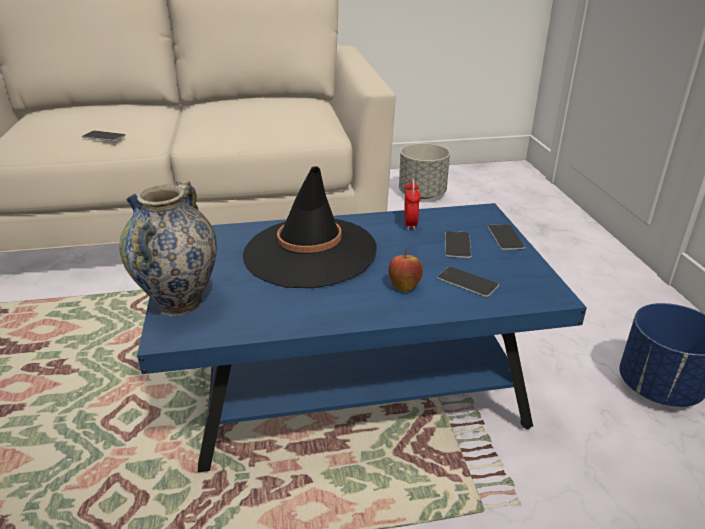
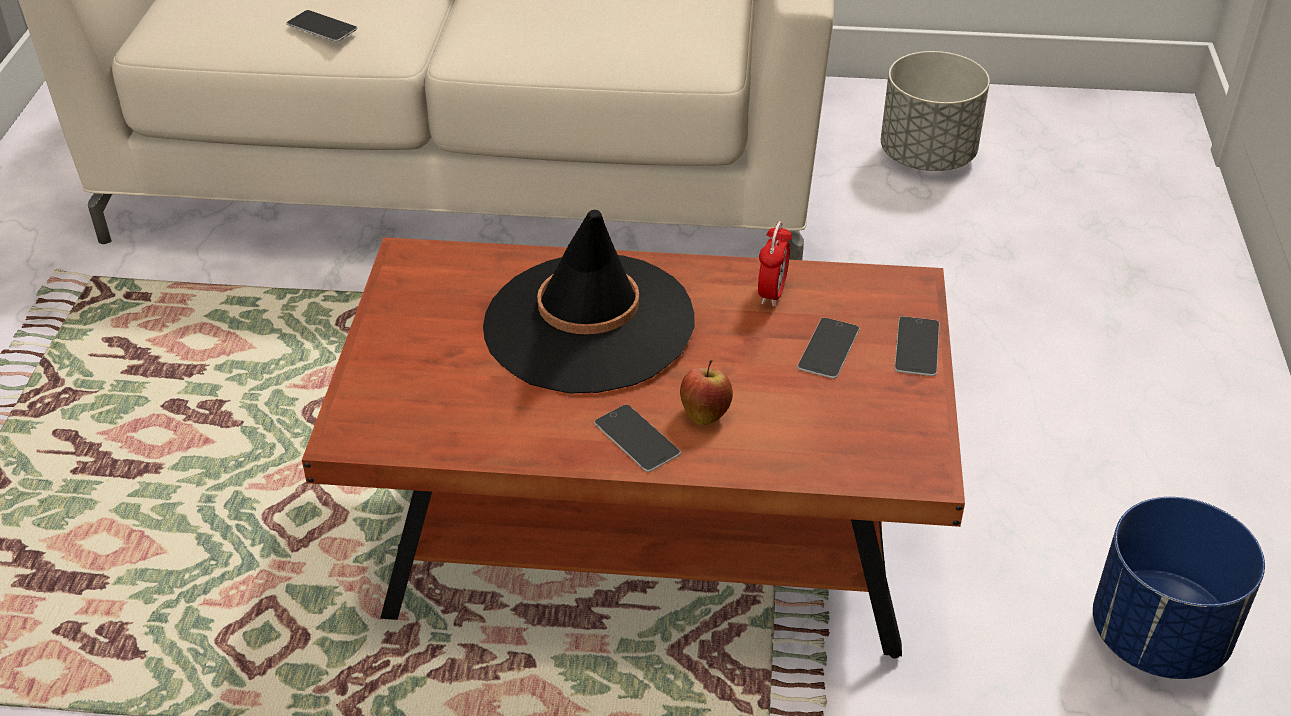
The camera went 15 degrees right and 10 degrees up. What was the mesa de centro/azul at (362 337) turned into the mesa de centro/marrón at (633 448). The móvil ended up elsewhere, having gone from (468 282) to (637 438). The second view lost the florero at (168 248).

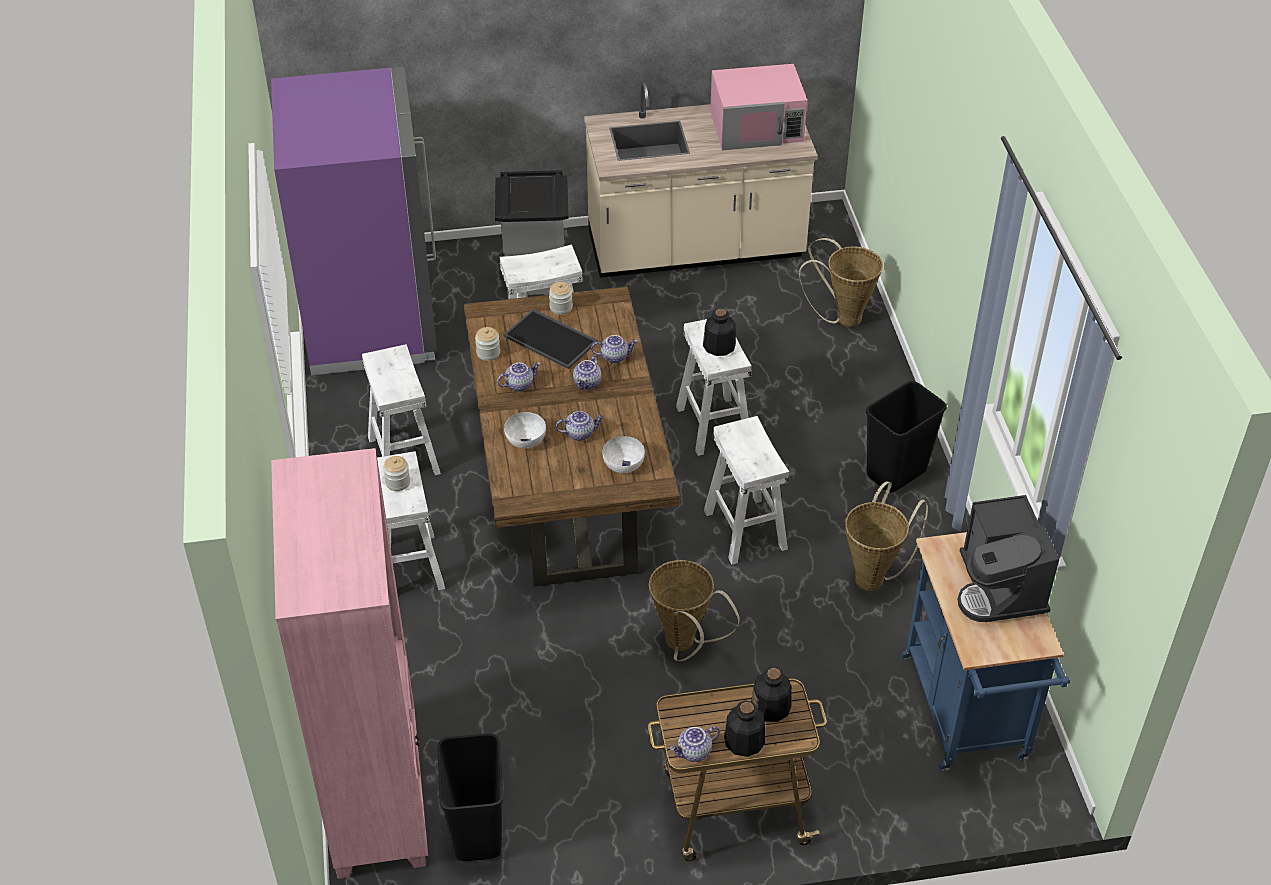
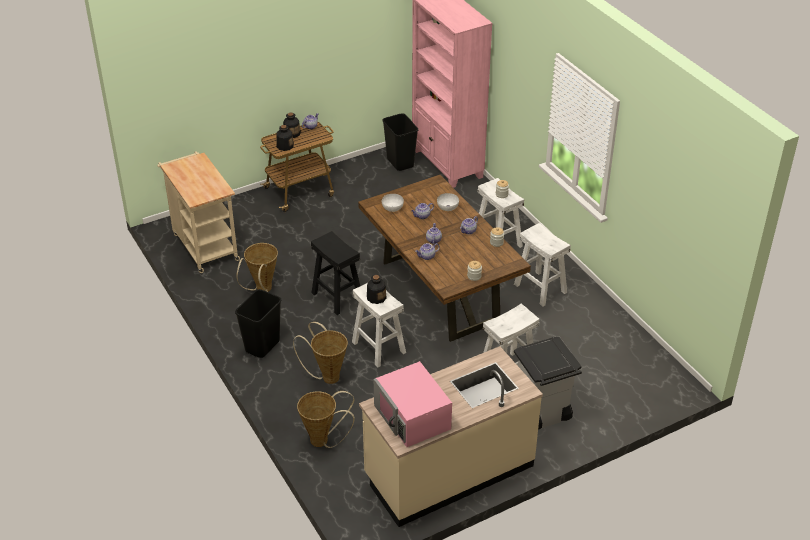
The camera went 160 degrees right and 5 degrees down. What was the carrito/azul at (985 651) turned into the carrito/beis at (198 212). The cesta ended up elsewhere, having gone from (694 610) to (320 353). What was the taburete/blanco at (746 490) turned into the taburete/negro at (335 273). The microondas/rosa at (758 107) ended up facing another way, 90 degrees counterclockwise from before. The second view lost the nevera/morado at (354 221). The second view lost the bandeja at (550 339). The second view lost the cafetera at (1008 558).

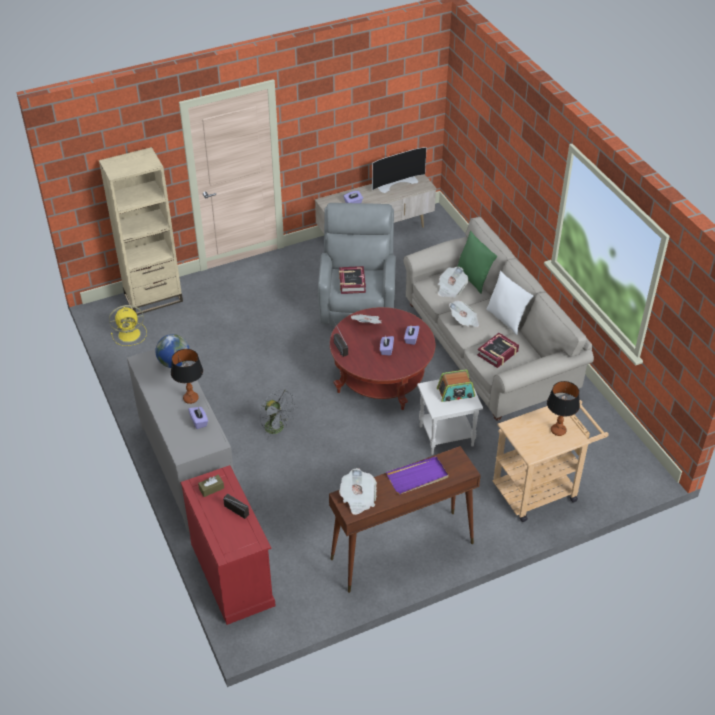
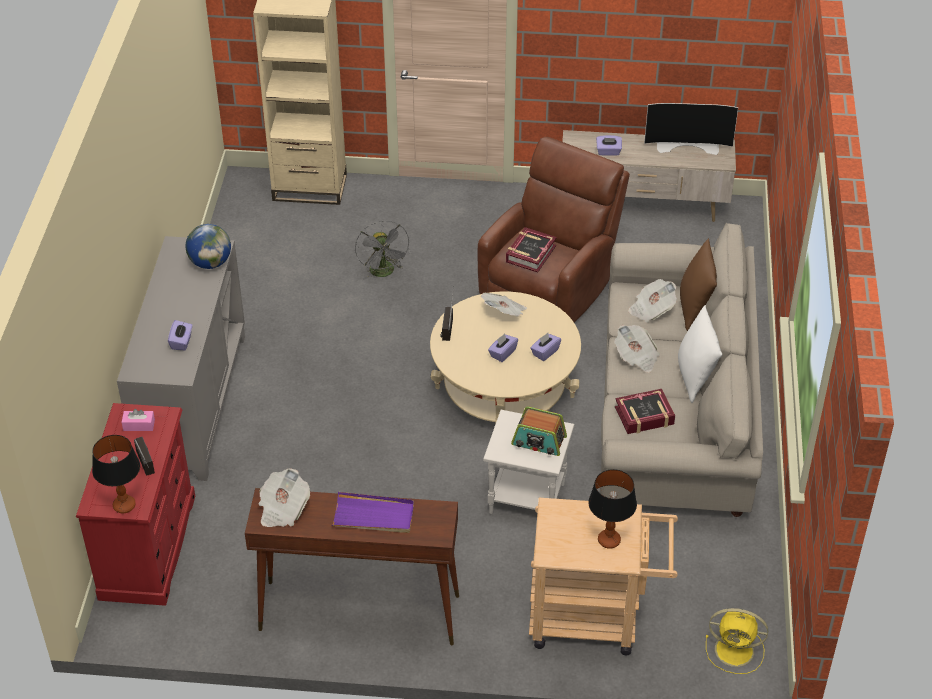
The camera went 30 degrees right and 0 degrees up. The lámpara de mesa ended up elsewhere, having gone from (187 376) to (116 474). What was the caja de pañuelos/marrón at (211 486) turned into the caja de pañuelos/rosa at (138 420). The ventilador/gris ended up elsewhere, having gone from (279 414) to (382 250). What was the mesa de centro/rojo at (382 358) turned into the mesa de centro/beis at (505 357). What was the sillón/gris at (357 264) turned into the sillón/marrón at (554 230). What was the cojín/verde at (477 262) turned into the cojín/marrón at (698 284). The ventilador/amarillo ended up elsewhere, having gone from (128 325) to (737 641).

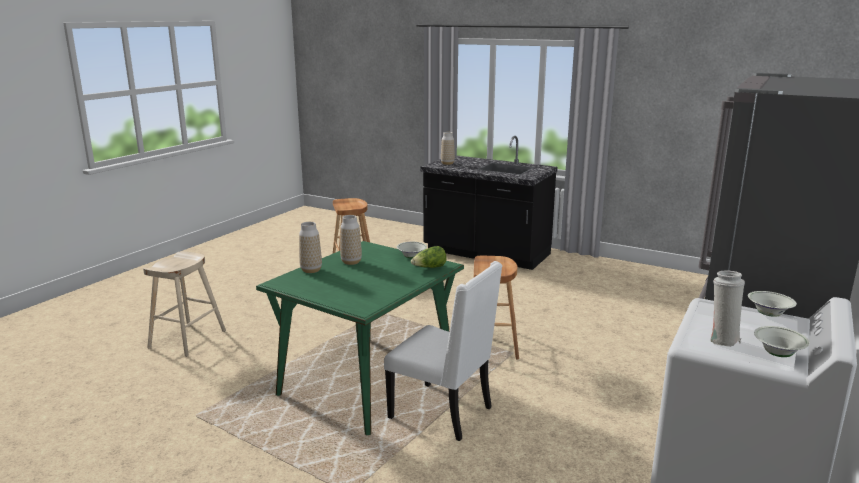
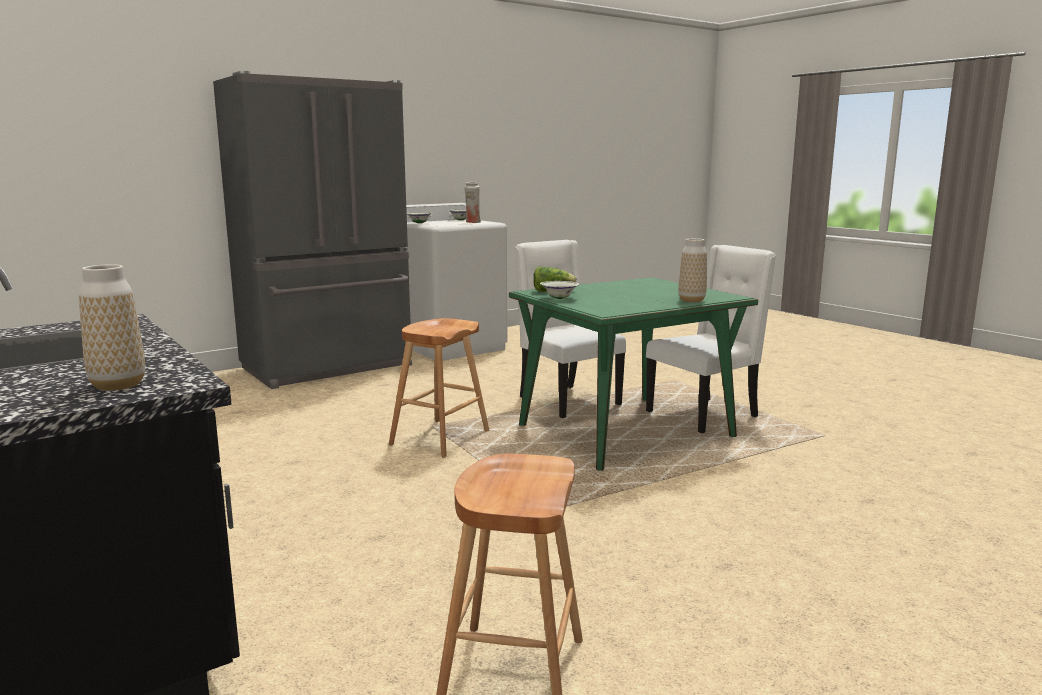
The camera went 155 degrees left and 5 degrees down. The second view gained the silla/blanco at (711 339). The second view lost the taburete/beis at (184 304). The second view lost the florero at (351 240).

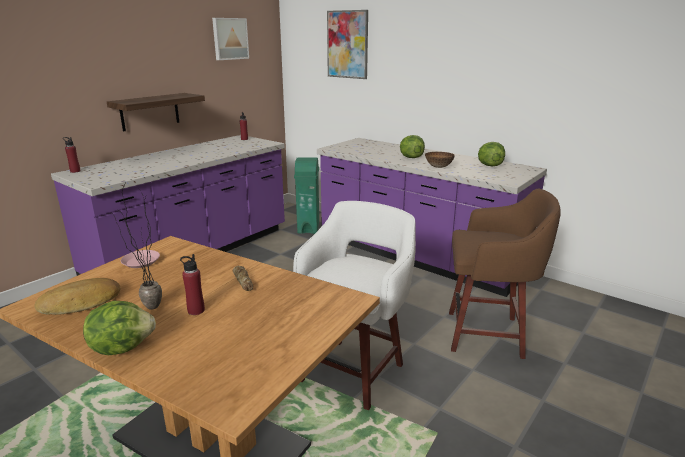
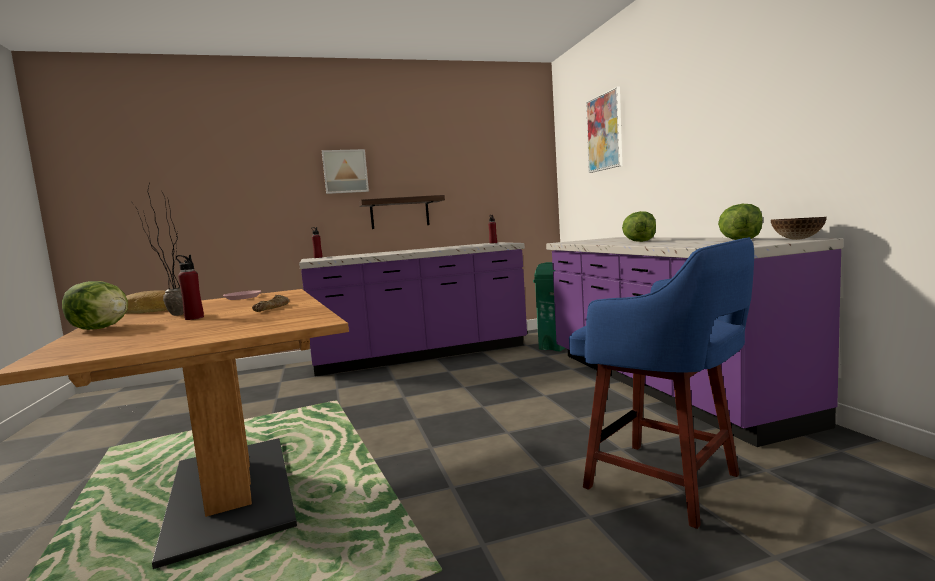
The camera went 35 degrees right and 15 degrees down. The cuadro ended up elsewhere, having gone from (230 39) to (345 171). What was the taburete/marrón at (505 274) turned into the taburete/azul at (661 383). The cuenco ended up elsewhere, having gone from (440 160) to (799 228). The second view lost the taburete/blanco at (354 305).

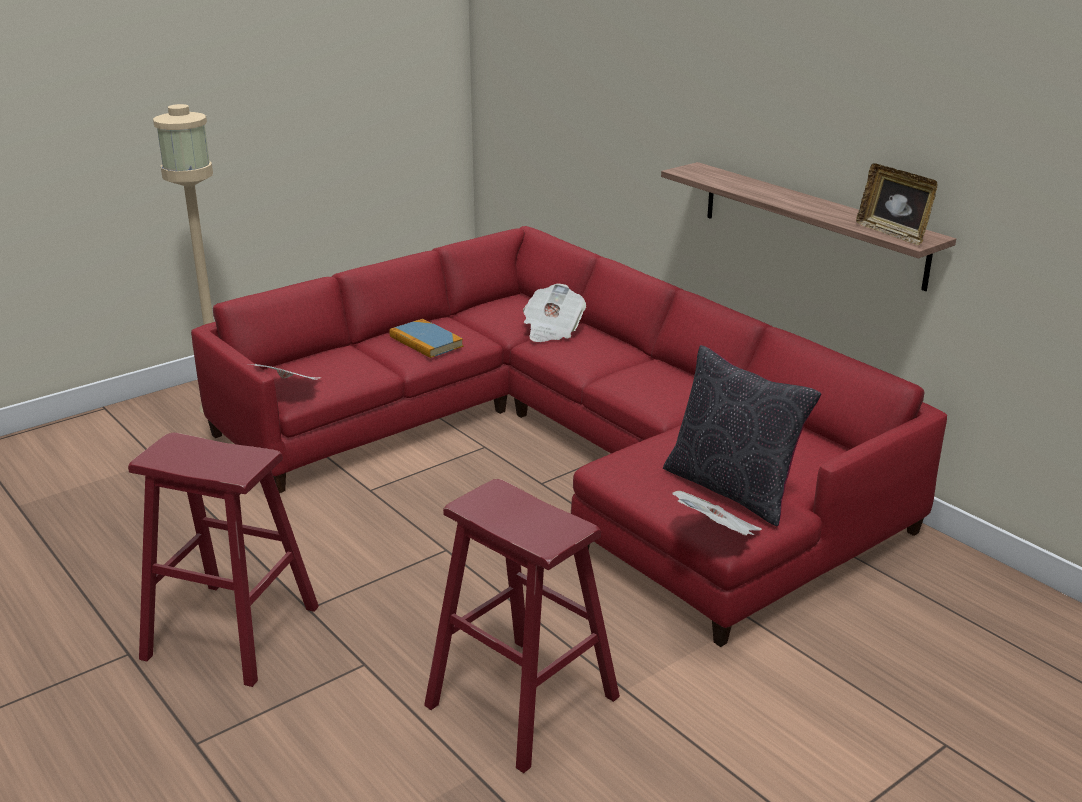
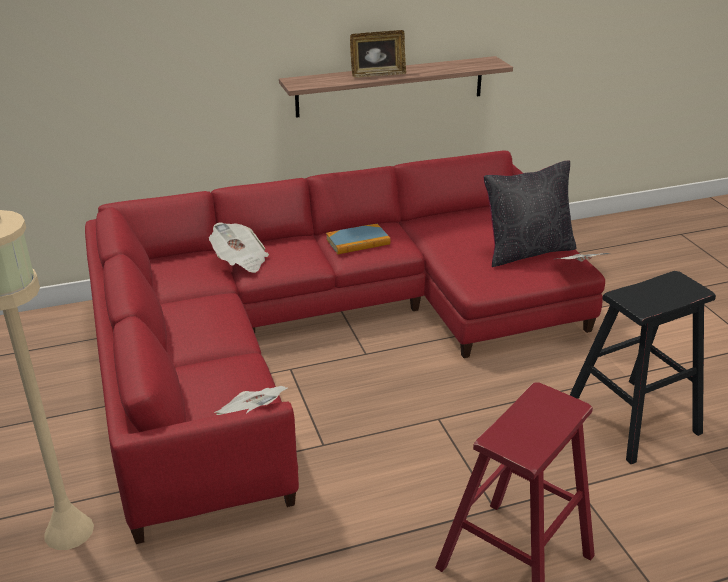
The camera went 70 degrees left and 5 degrees up. The libro ended up elsewhere, having gone from (426 338) to (358 239). The portarretratos ended up elsewhere, having gone from (896 204) to (378 54). What was the taburete/rojo at (522 626) turned into the taburete/negro at (643 367).

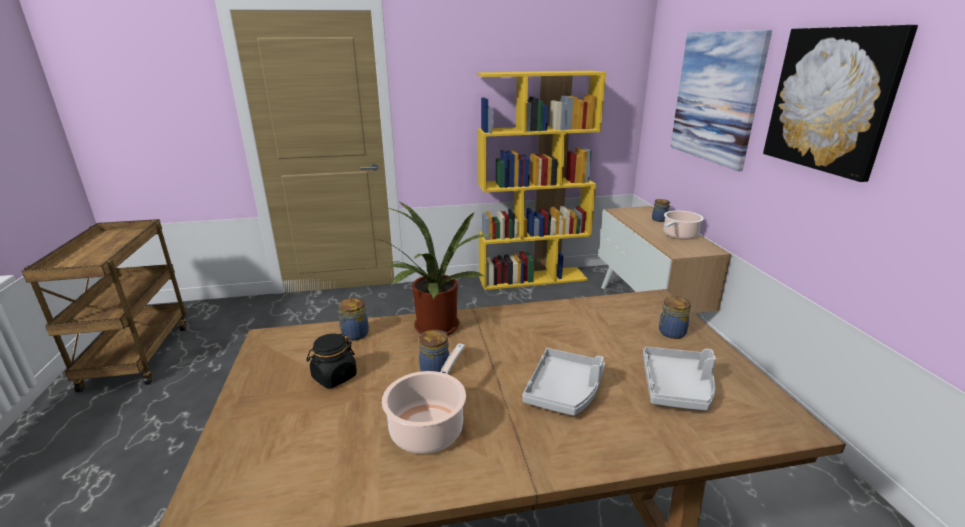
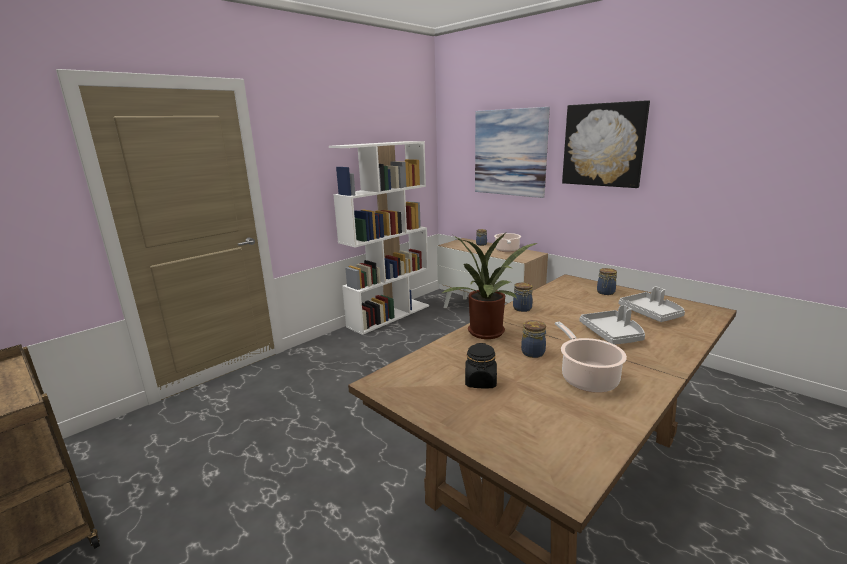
The camera went 35 degrees left and 5 degrees down. What was the estantería/amarillo at (541 180) turned into the estantería/blanco at (379 238). The tarro ended up elsewhere, having gone from (353 319) to (523 297).

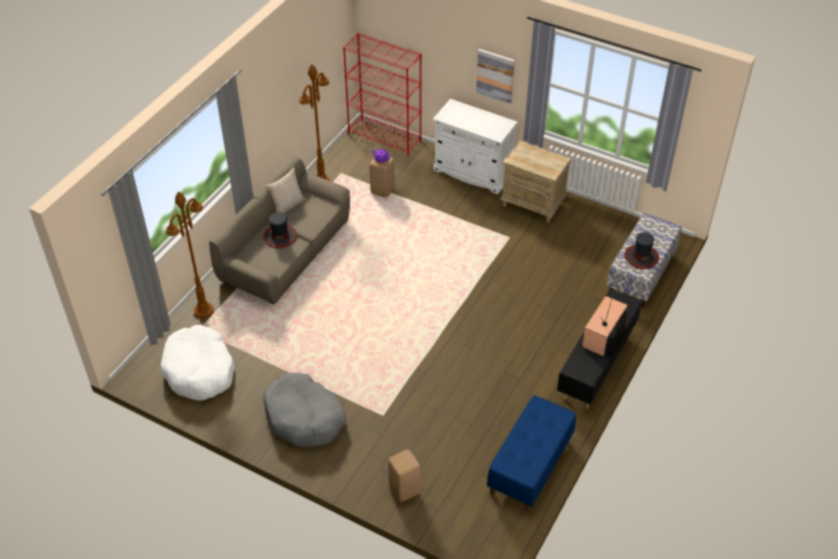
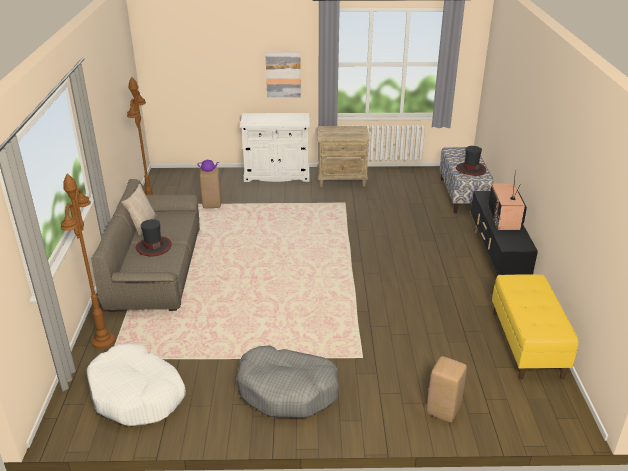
The camera went 30 degrees left and 15 degrees down. What was the banco/azul at (531 453) turned into the banco/amarillo at (535 327). The second view lost the estantería/rojo at (382 94).

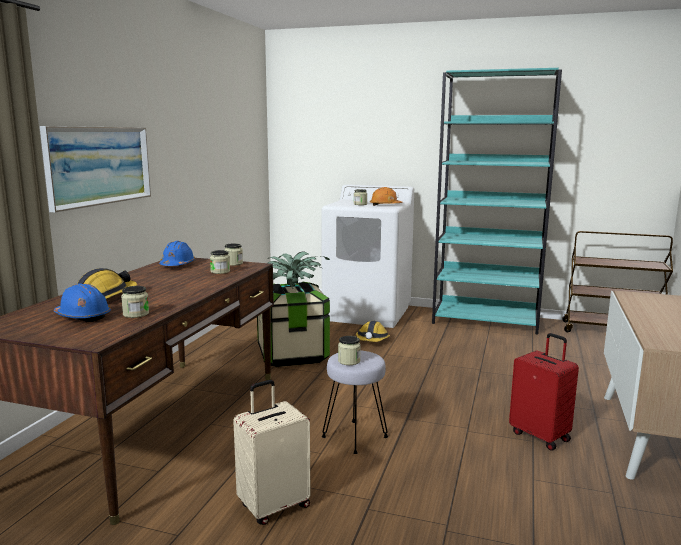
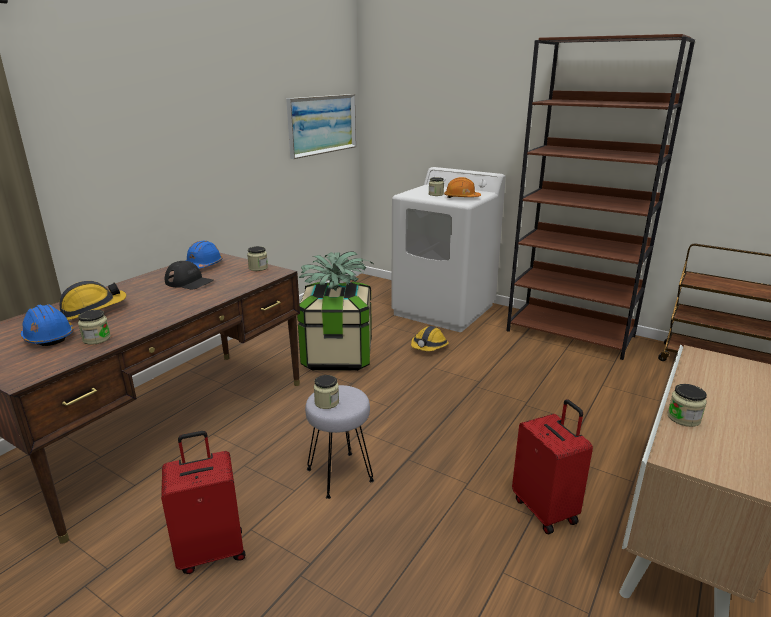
The camera went 15 degrees right and 10 degrees up. What was the maleta/beis at (271 452) turned into the maleta/rojo at (203 502). The second view gained the gorra/negro at (189 275). The cuadro ended up elsewhere, having gone from (95 169) to (321 126). What was the estantería/turquesa at (497 201) turned into the estantería/marrón at (601 197). The tarro ended up elsewhere, having gone from (220 262) to (687 405).

